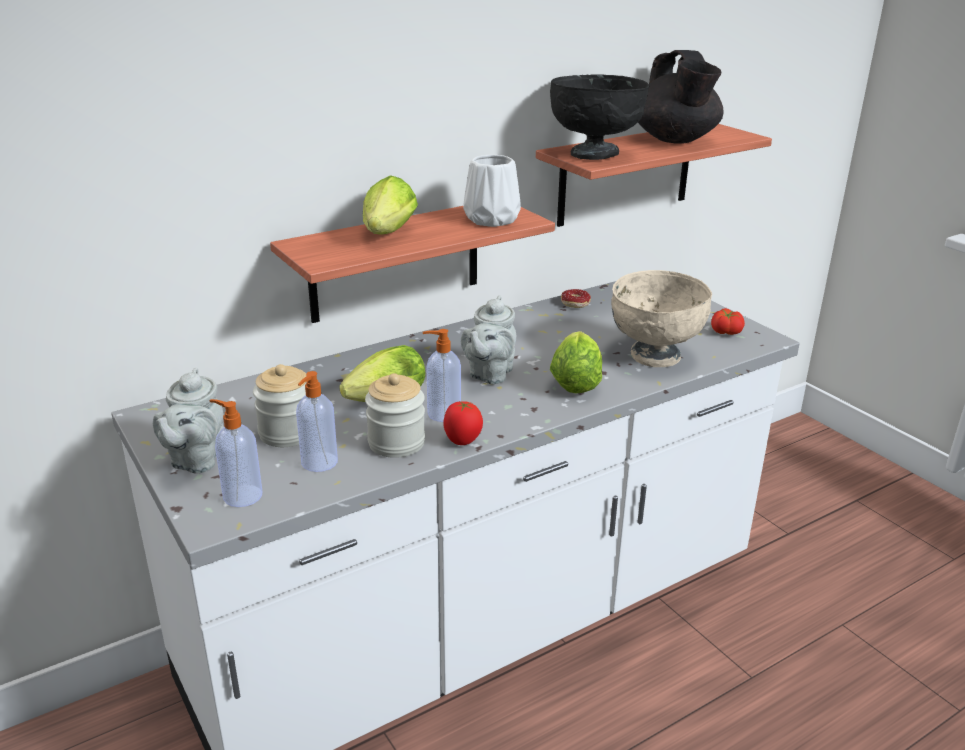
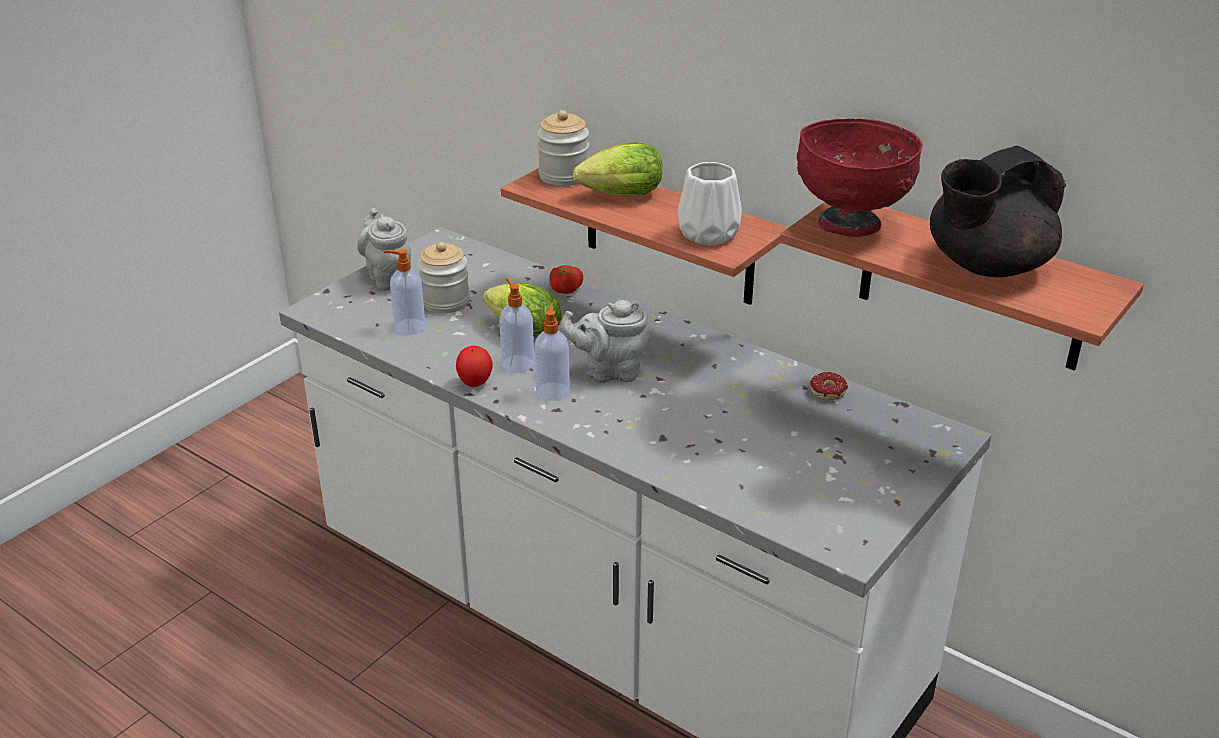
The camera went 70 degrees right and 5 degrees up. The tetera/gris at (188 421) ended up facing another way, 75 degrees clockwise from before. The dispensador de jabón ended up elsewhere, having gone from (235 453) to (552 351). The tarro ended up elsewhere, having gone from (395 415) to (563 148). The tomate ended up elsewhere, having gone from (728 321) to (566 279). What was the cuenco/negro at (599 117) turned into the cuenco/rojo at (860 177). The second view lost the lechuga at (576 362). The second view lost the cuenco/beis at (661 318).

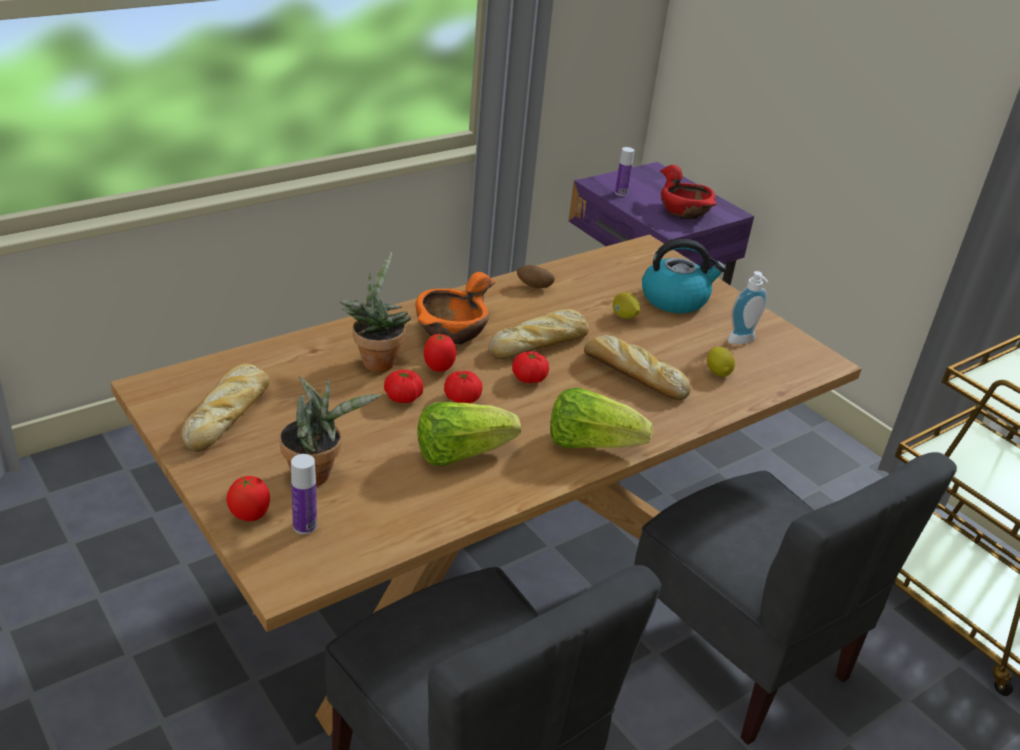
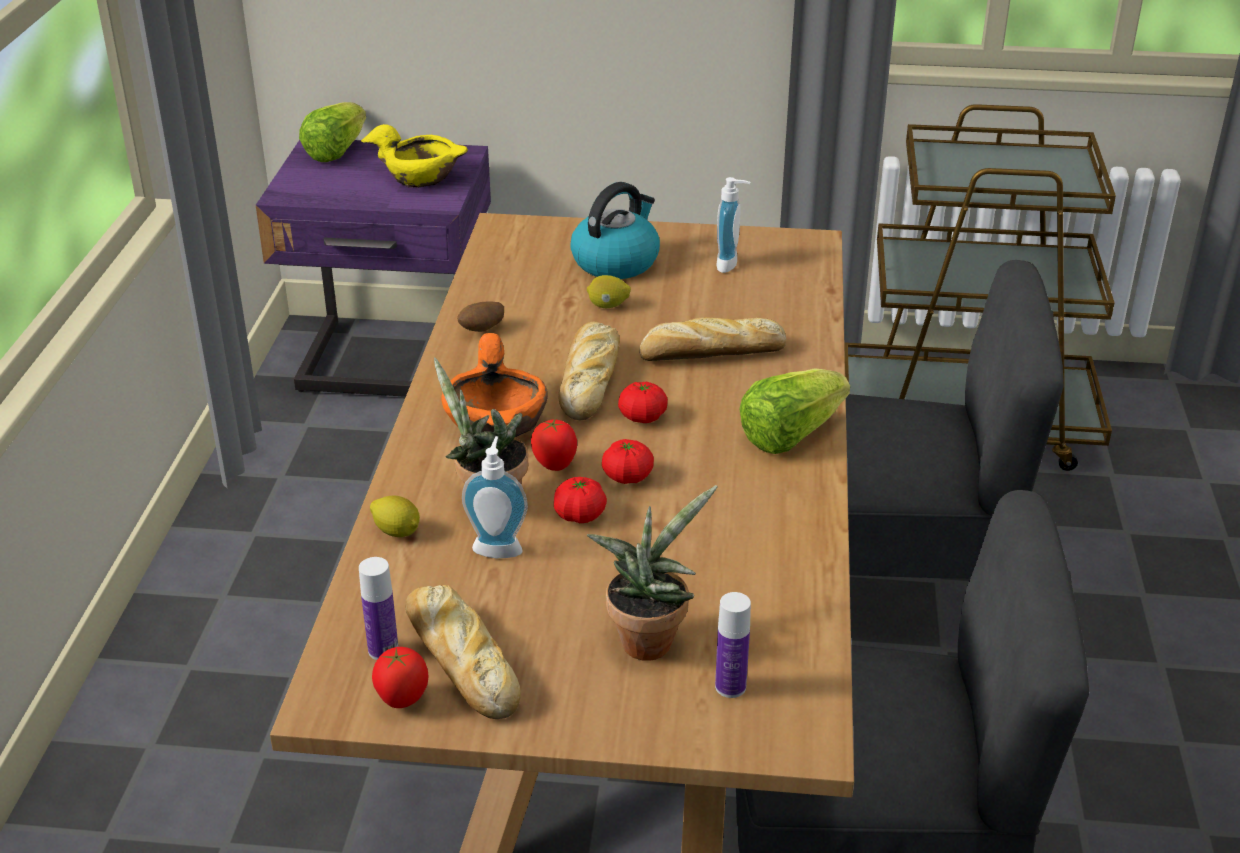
The camera went 45 degrees left and 0 degrees up. The lechuga ended up elsewhere, having gone from (469 434) to (332 132). The botella ended up elsewhere, having gone from (624 171) to (378 608). What was the cuenco/rojo at (688 192) turned into the cuenco/amarillo at (414 155). The limón ended up elsewhere, having gone from (721 362) to (395 516). The tomate ended up elsewhere, having gone from (248 498) to (400 677). The second view gained the dispensador de jabón at (495 497).

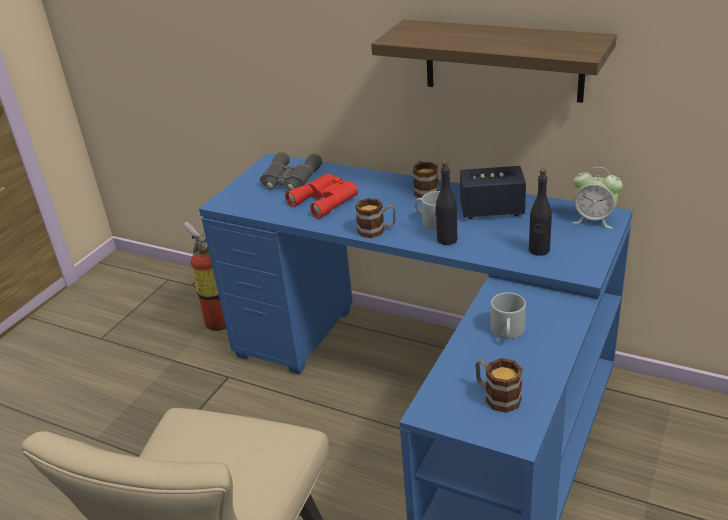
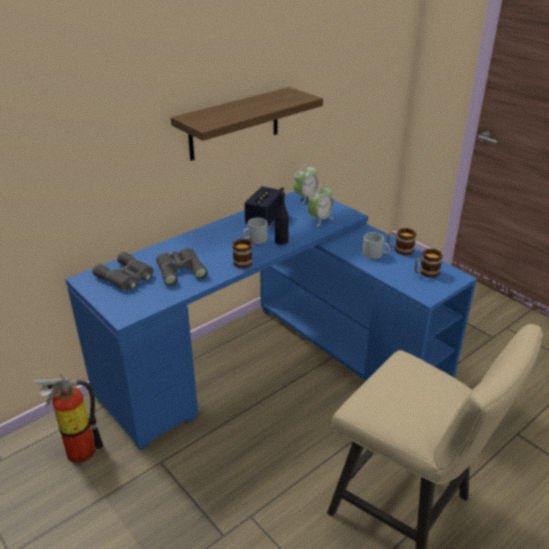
The camera went 70 degrees left and 0 degrees up. What was the prismáticos/rojo at (321 196) turned into the prismáticos/gris at (182 267). Where the botella/negro stood at (540 212), the despertador came to stand at (321 205). The taza grande ended up elsewhere, having gone from (426 179) to (402 242).

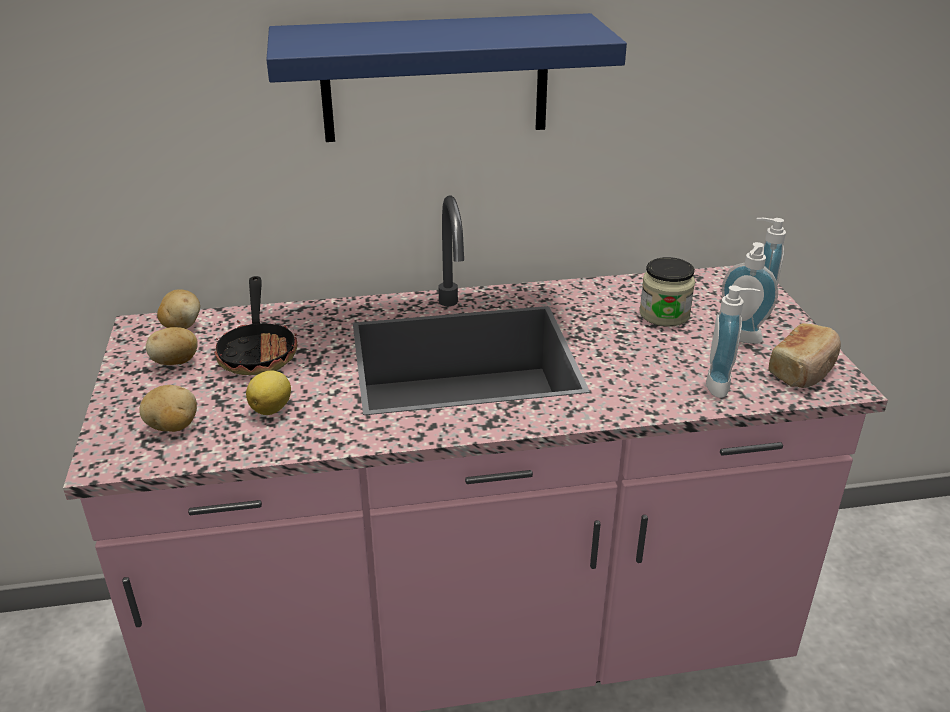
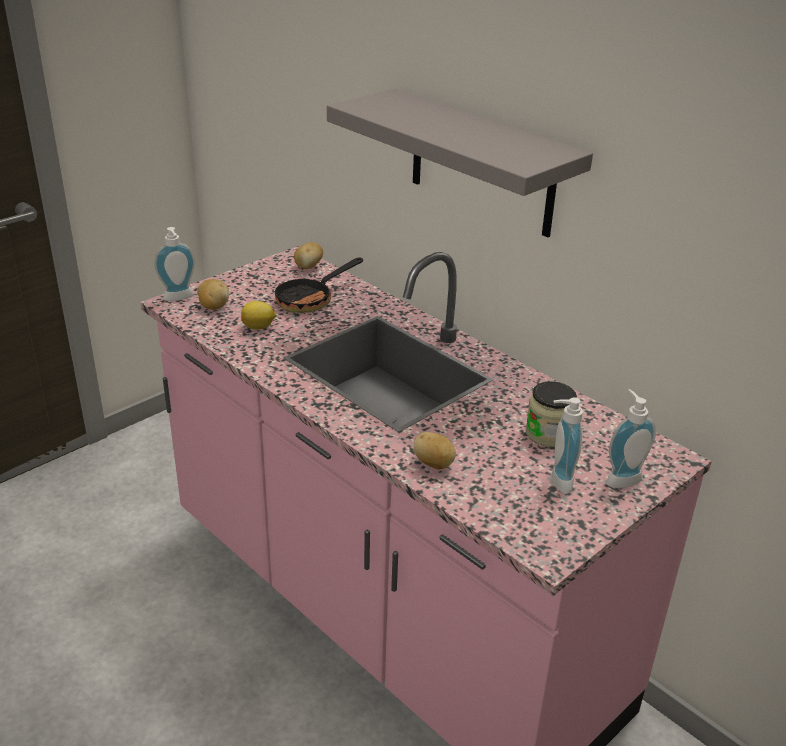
The camera went 55 degrees right and 0 degrees up. The dispensador de jabón ended up elsewhere, having gone from (733 341) to (174 264). What was the estante/azul at (446 77) turned into the estante/gris at (460 163). The patata ended up elsewhere, having gone from (172 346) to (434 450). The second view lost the pan at (805 355).

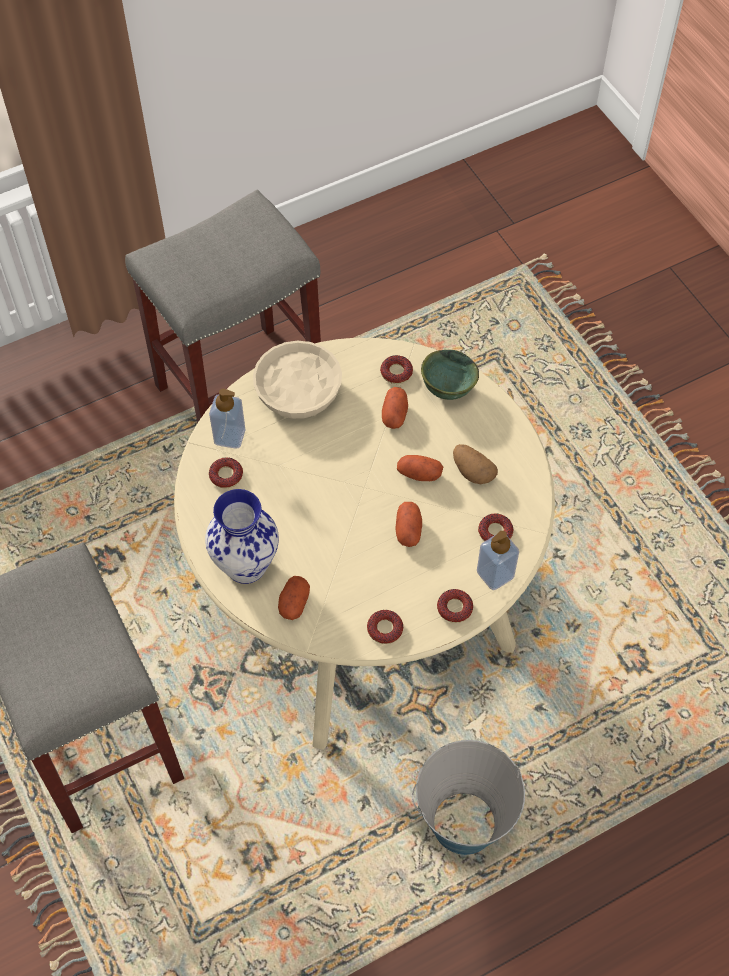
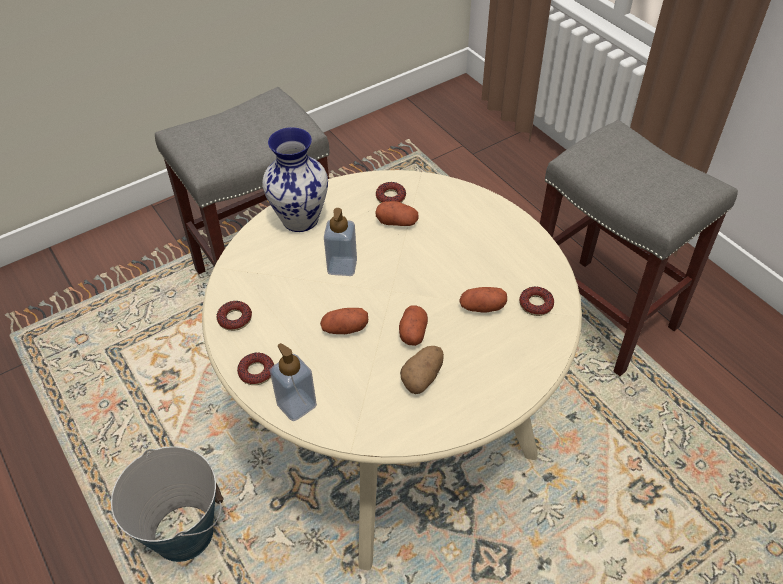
The camera went 85 degrees right and 10 degrees down. The dispensador de jabón ended up elsewhere, having gone from (227 419) to (340 242). The patata ended up elsewhere, having gone from (294 598) to (396 213). The second view lost the cuenco/beis at (297 380). The second view lost the cuenco/verde at (450 375). The second view lost the rosquilla at (495 527).

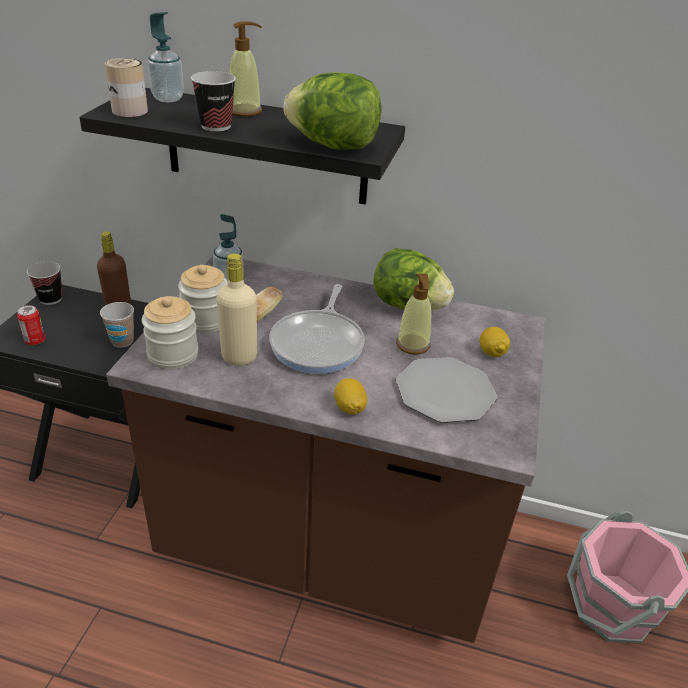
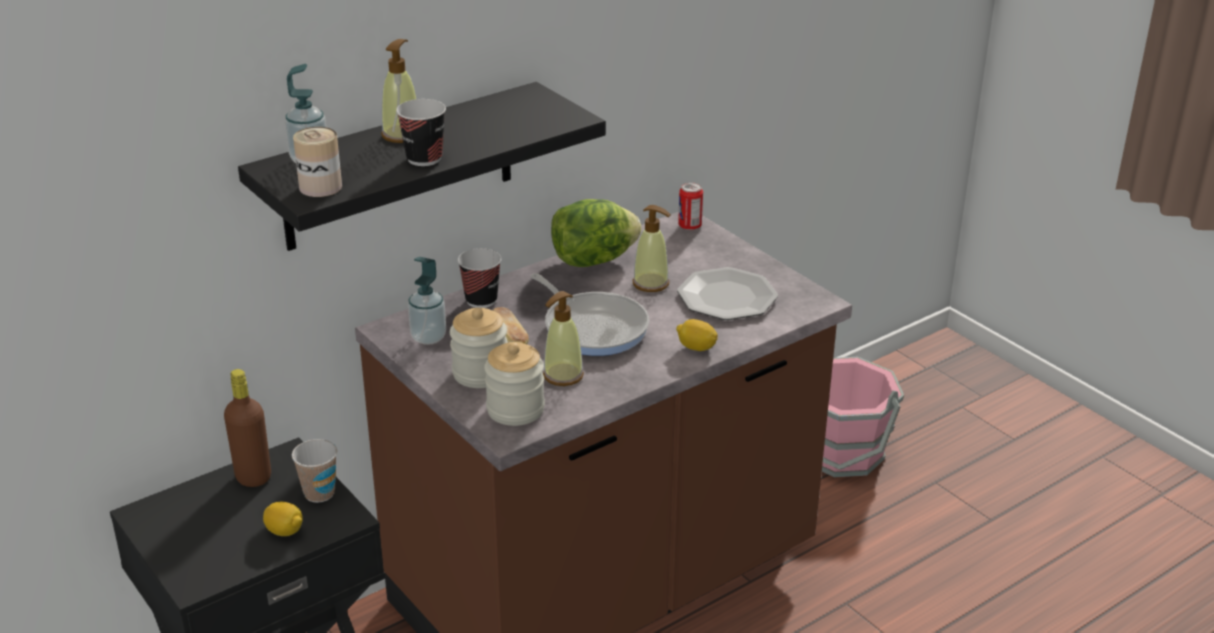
The camera went 50 degrees left and 5 degrees down. The limón ended up elsewhere, having gone from (495 342) to (283 519). The taza ended up elsewhere, having gone from (45 283) to (479 278). Where the botella/beis stood at (236 309), the dispensador de jabón came to stand at (563 338). The lata ended up elsewhere, having gone from (31 325) to (690 206). The second view lost the lechuga at (332 111).

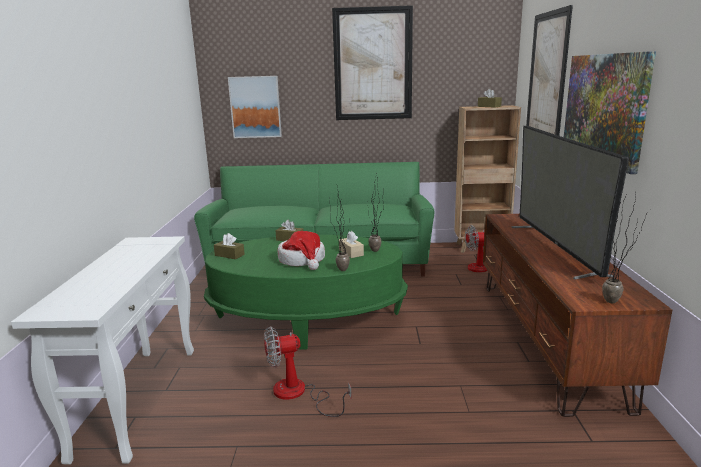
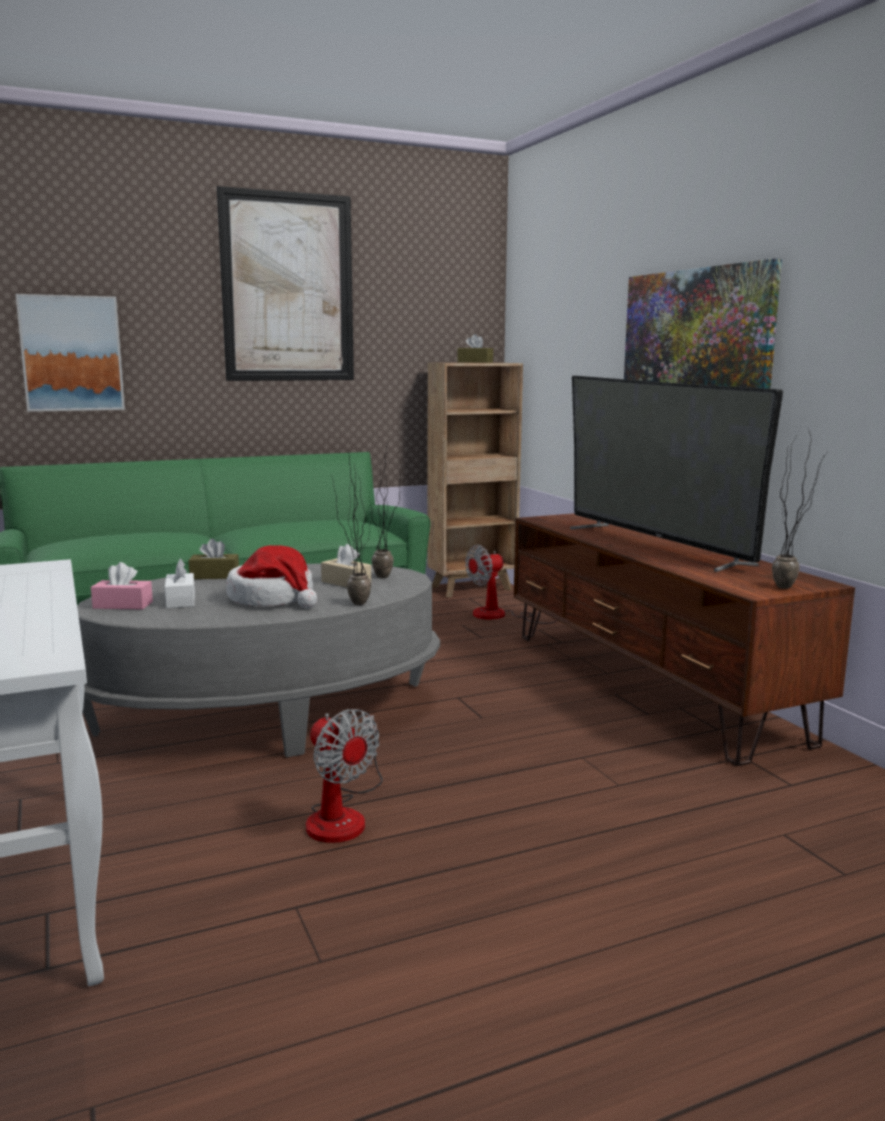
The camera went 25 degrees left and 5 degrees down. What was the mesa de centro/verde at (306 292) turned into the mesa de centro/gris at (258 660). What was the caja de pañuelos/marrón at (229 246) turned into the caja de pañuelos/rosa at (122 585). The second view gained the caja de pañuelos/blanco at (179 583). The ventilador at (308 371) ended up facing another way, 90 degrees counterclockwise from before. The second view lost the cuadro at (549 70).

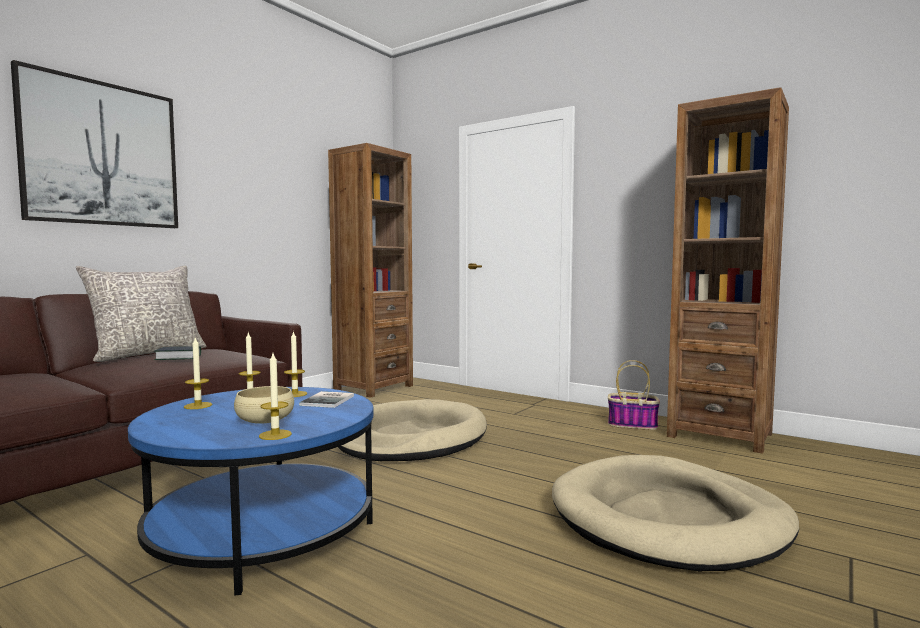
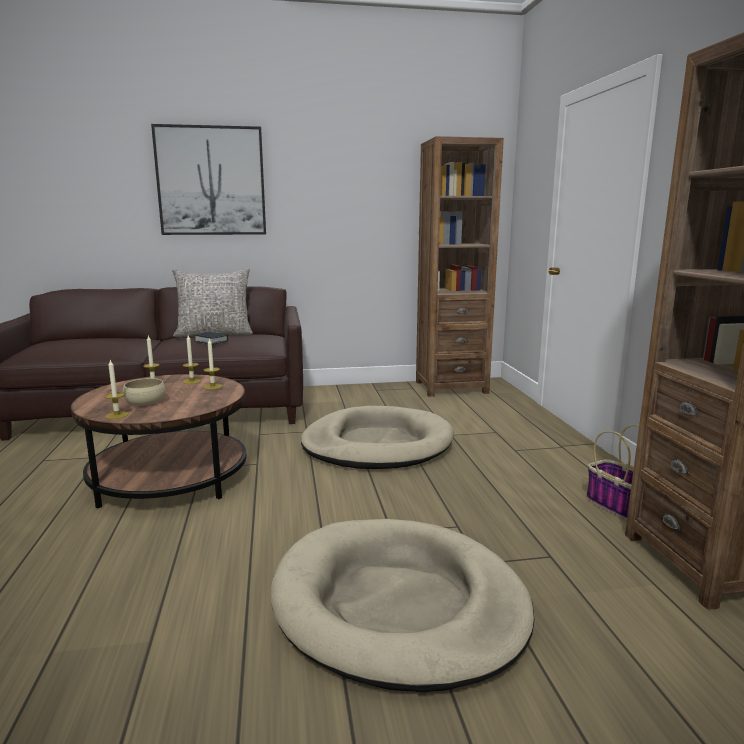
The camera went 45 degrees right and 10 degrees up. What was the mesa de centro/azul at (250 491) turned into the mesa de centro/marrón at (159 441). The second view lost the libro at (326 399).

